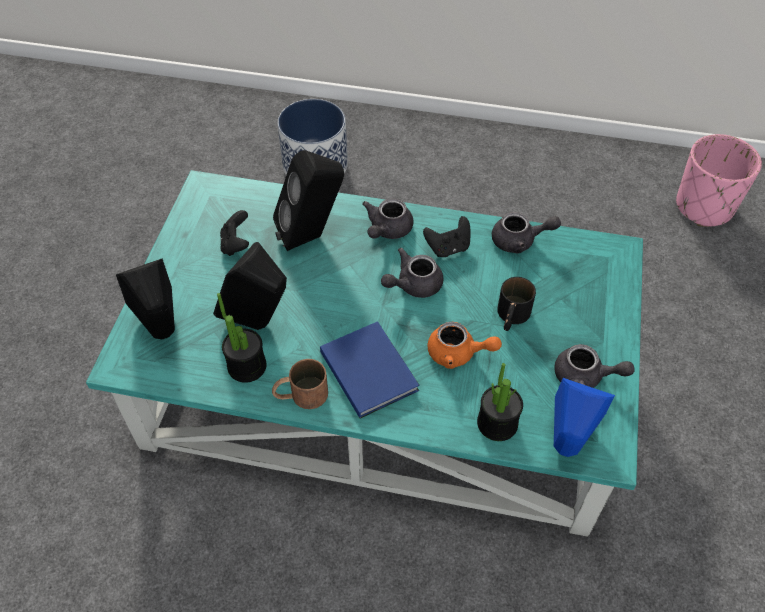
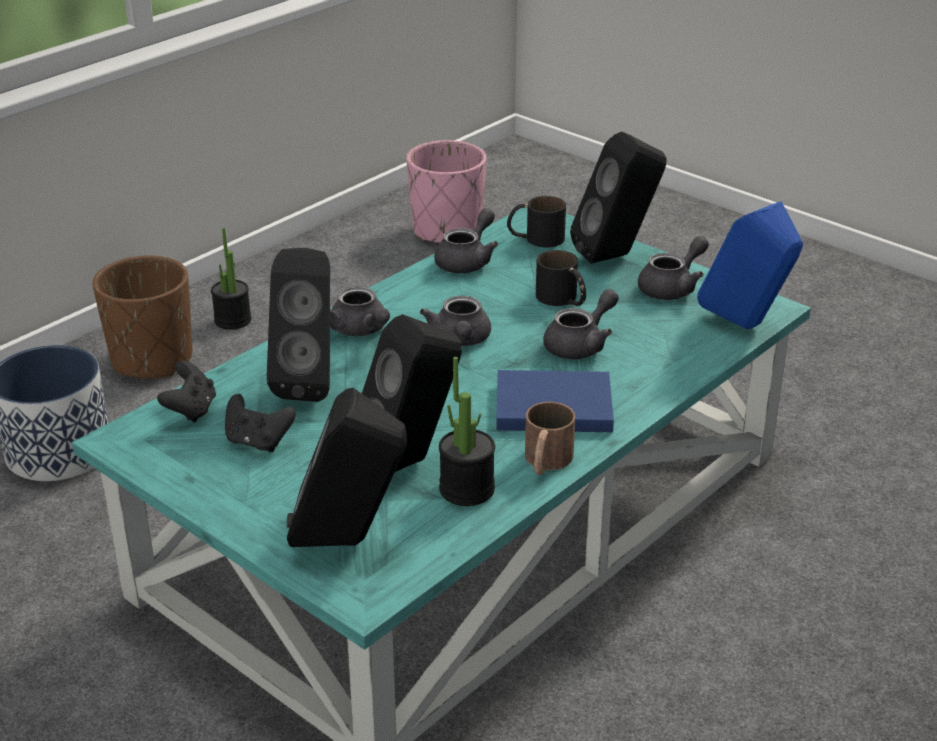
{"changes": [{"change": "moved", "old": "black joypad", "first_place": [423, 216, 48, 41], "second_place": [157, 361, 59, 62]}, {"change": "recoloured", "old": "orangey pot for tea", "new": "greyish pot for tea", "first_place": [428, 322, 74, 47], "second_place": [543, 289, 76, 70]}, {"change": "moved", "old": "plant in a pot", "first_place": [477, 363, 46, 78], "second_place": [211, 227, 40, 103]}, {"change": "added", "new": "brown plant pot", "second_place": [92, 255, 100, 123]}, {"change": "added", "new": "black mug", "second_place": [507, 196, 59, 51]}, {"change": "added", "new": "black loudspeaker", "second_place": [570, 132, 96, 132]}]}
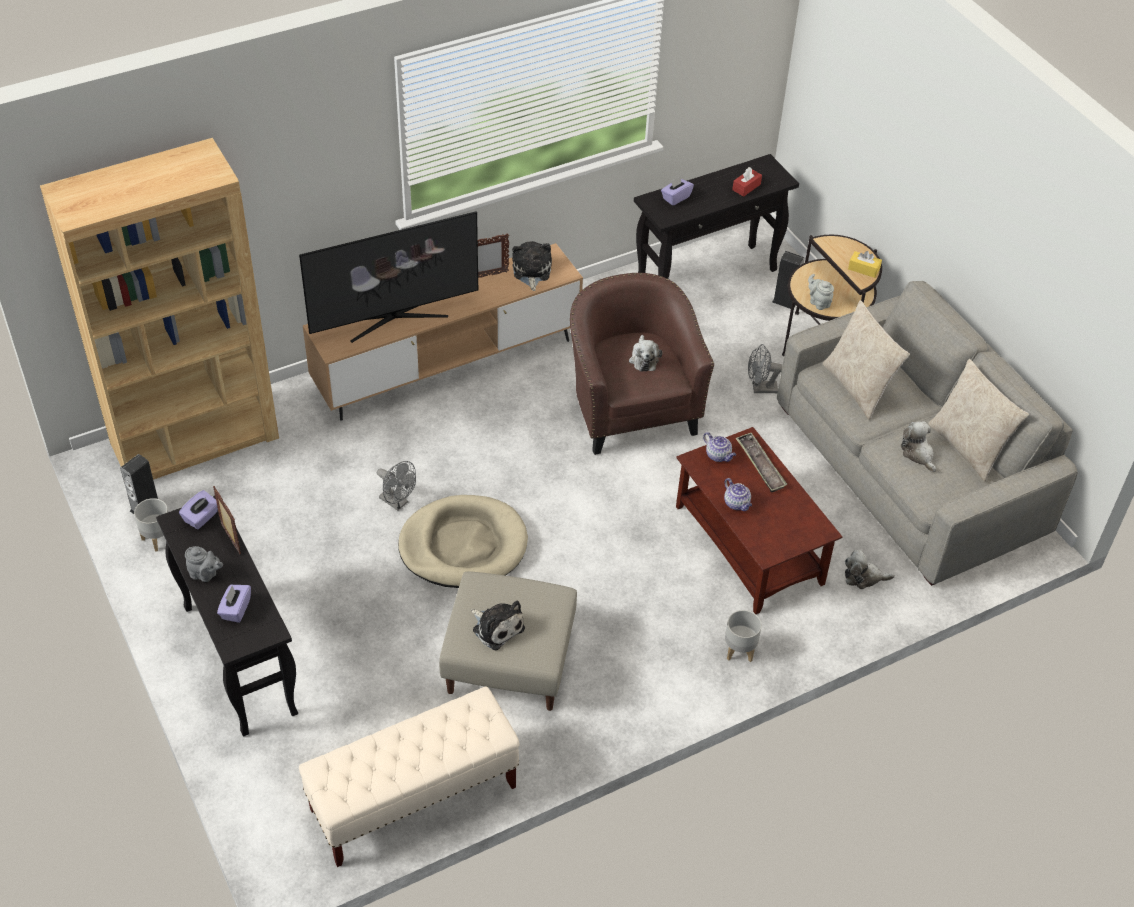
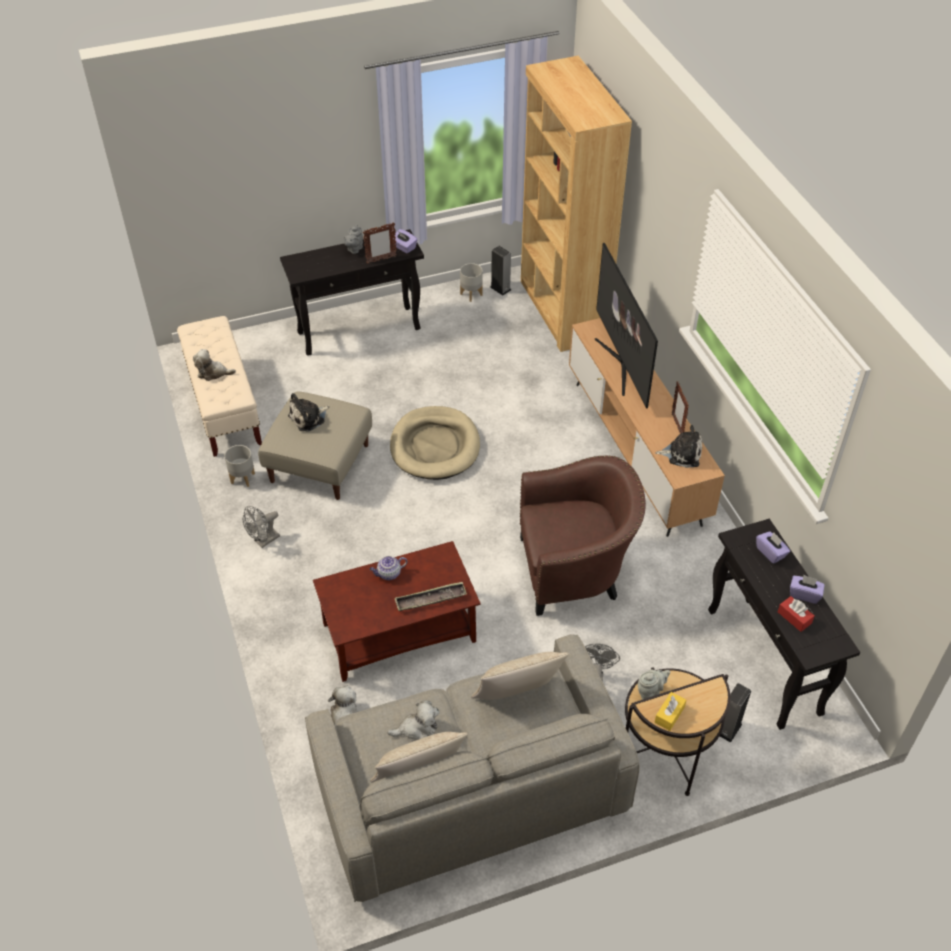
{"changes": [{"change": "moved", "old": "purplish box of tissues", "first_place": [217, 585, 34, 38], "second_place": [790, 575, 35, 29]}, {"change": "moved", "old": "greyish electric fan", "first_place": [377, 461, 39, 50], "second_place": [243, 506, 37, 42]}, {"change": "moved", "old": "soft toy", "first_place": [629, 335, 33, 37], "second_place": [193, 349, 43, 32]}, {"change": "removed", "old": "pot for tea", "first_place": [703, 432, 33, 30]}, {"change": "moved", "old": "greyish plant pot", "first_place": [725, 610, 37, 52], "second_place": [225, 445, 30, 42]}]}
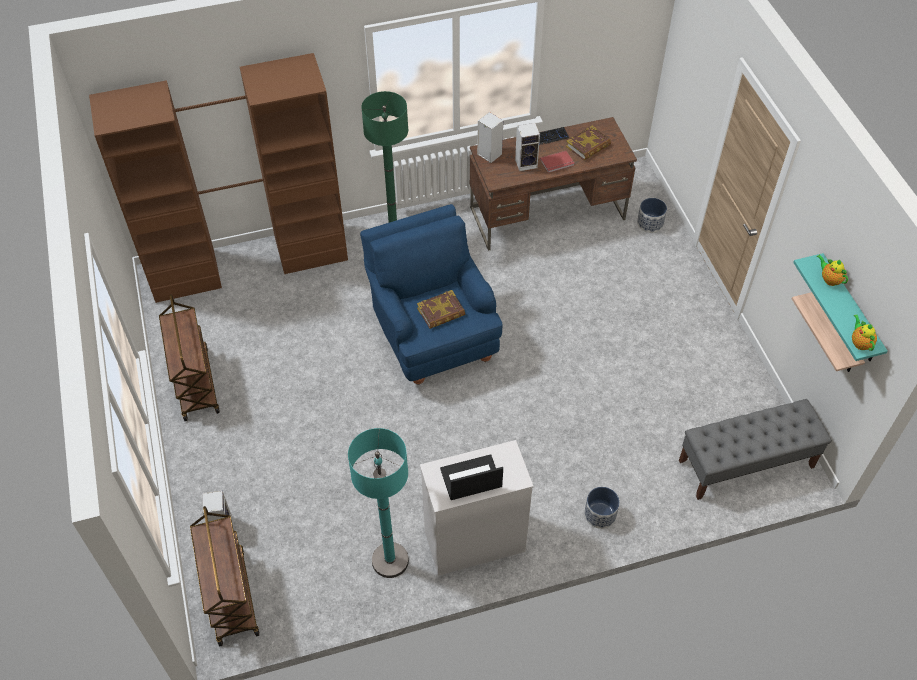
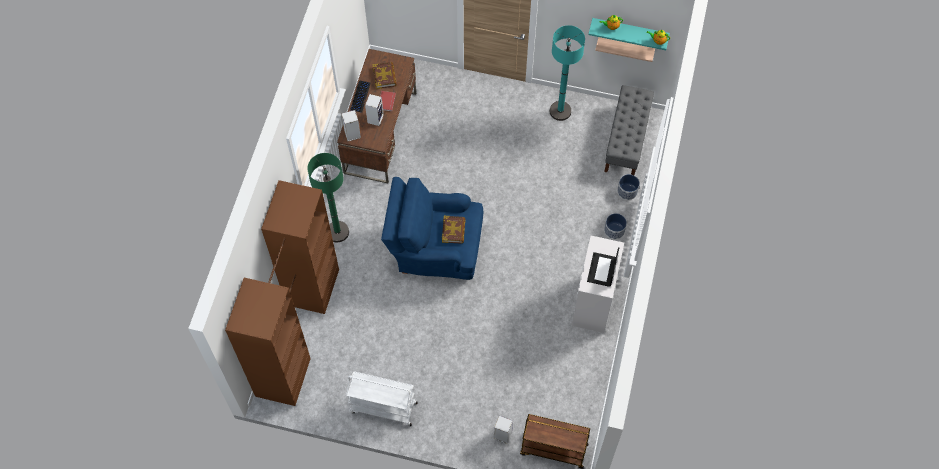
{"changes": [{"change": "recoloured", "old": "brown trolley", "new": "white trolley", "first_place": [159, 294, 61, 127], "second_place": [346, 371, 72, 55]}, {"change": "moved", "old": "turquoise floor lamp", "first_place": [348, 428, 61, 150], "second_place": [550, 25, 35, 96]}, {"change": "moved", "old": "plant pot", "first_place": [637, 198, 30, 35], "second_place": [617, 174, 23, 26]}]}
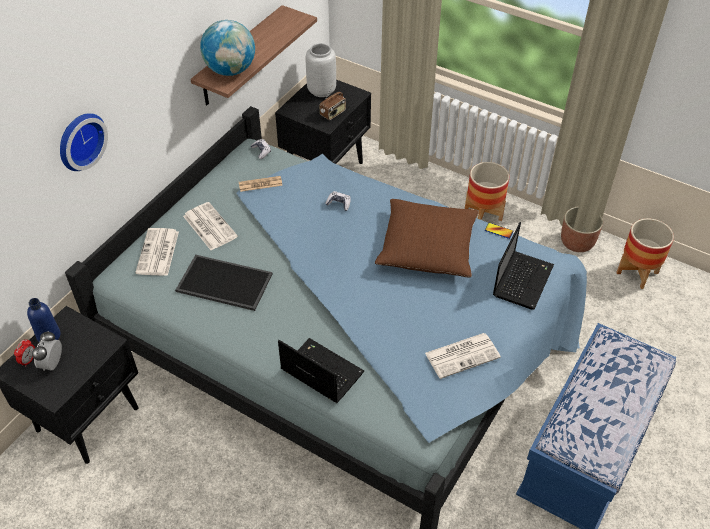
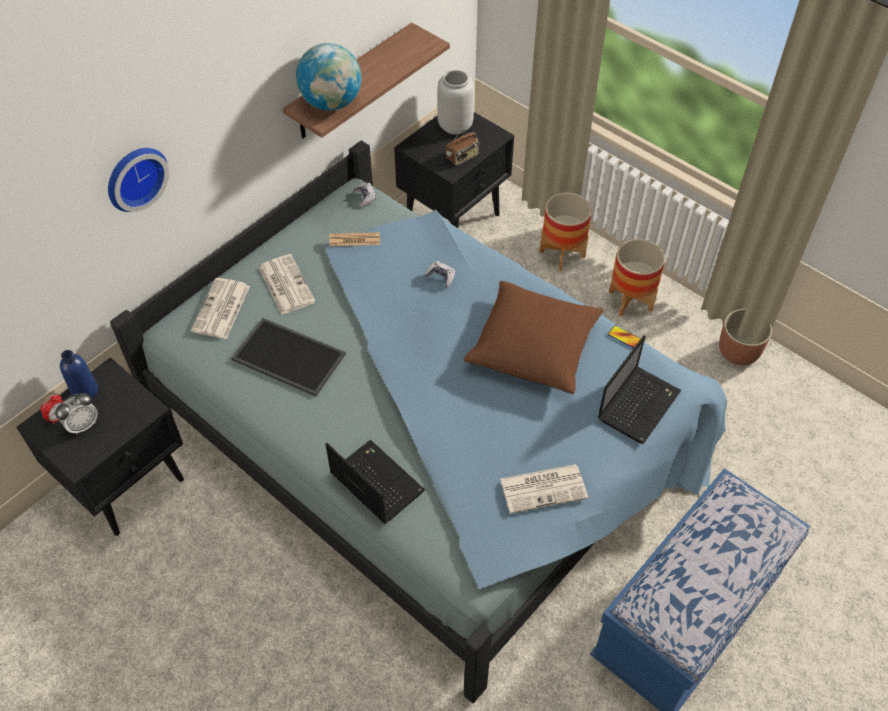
{"changes": [{"change": "turned", "old": "bedside clock", "first_place": [32, 331, 30, 40], "second_place": [55, 393, 43, 42], "degrees": -150}, {"change": "moved", "old": "plant pot", "first_place": [617, 218, 57, 71], "second_place": [540, 192, 52, 79]}]}
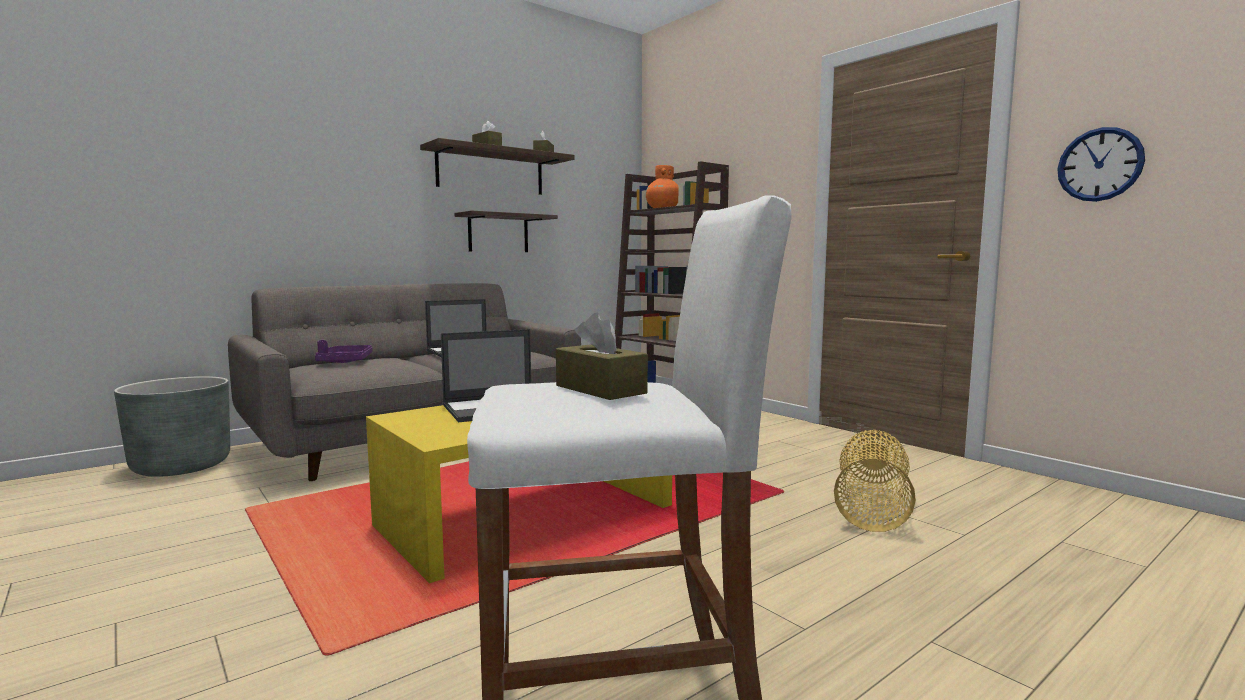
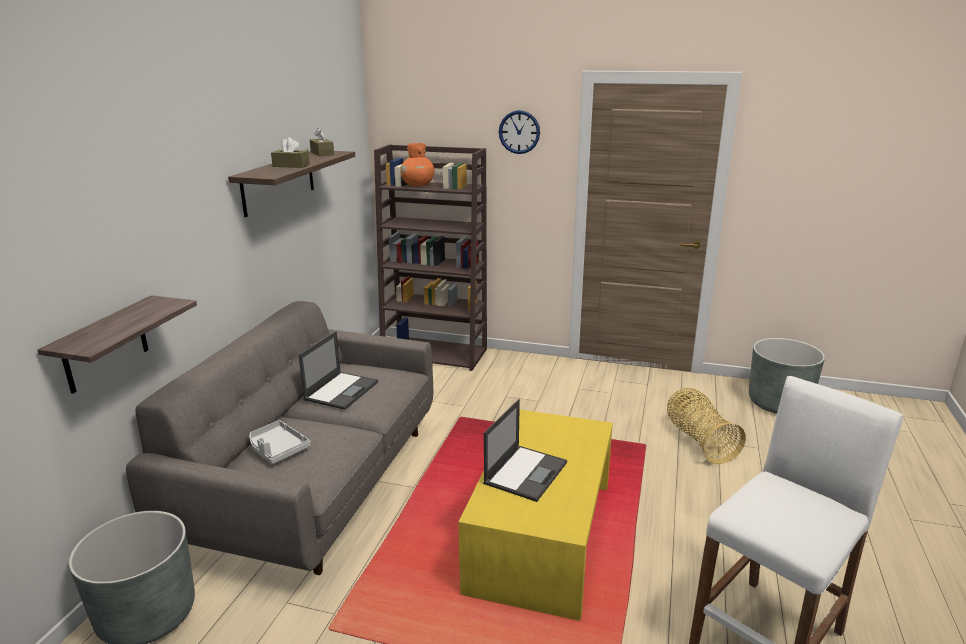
{"changes": [{"change": "recoloured", "old": "purplish carrying tray", "new": "greyish carrying tray", "first_place": [315, 340, 58, 23], "second_place": [249, 420, 61, 44]}, {"change": "moved", "old": "wall shelf", "first_place": [454, 211, 104, 41], "second_place": [38, 295, 159, 99]}, {"change": "removed", "old": "brown box of tissues", "first_place": [556, 313, 92, 87]}, {"change": "moved", "old": "wall clock", "first_place": [1057, 127, 88, 75], "second_place": [499, 110, 41, 44]}, {"change": "added", "new": "greyish plant pot", "second_place": [749, 338, 76, 76]}]}
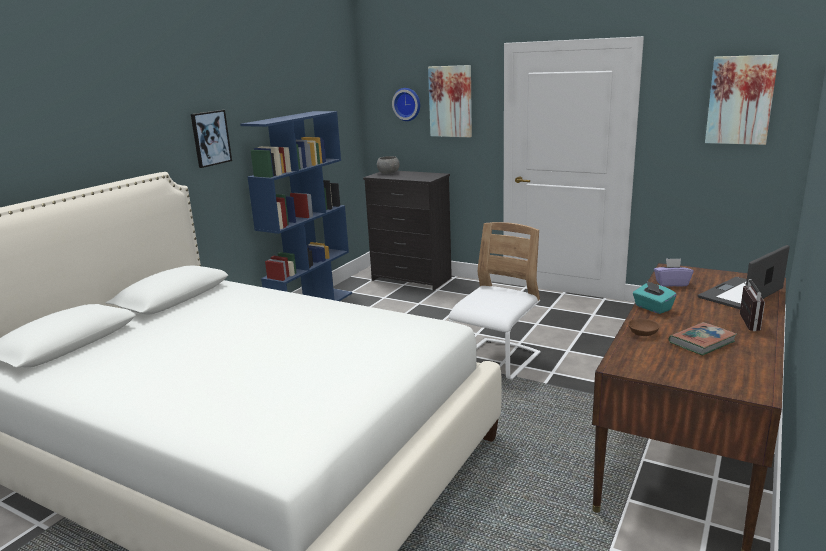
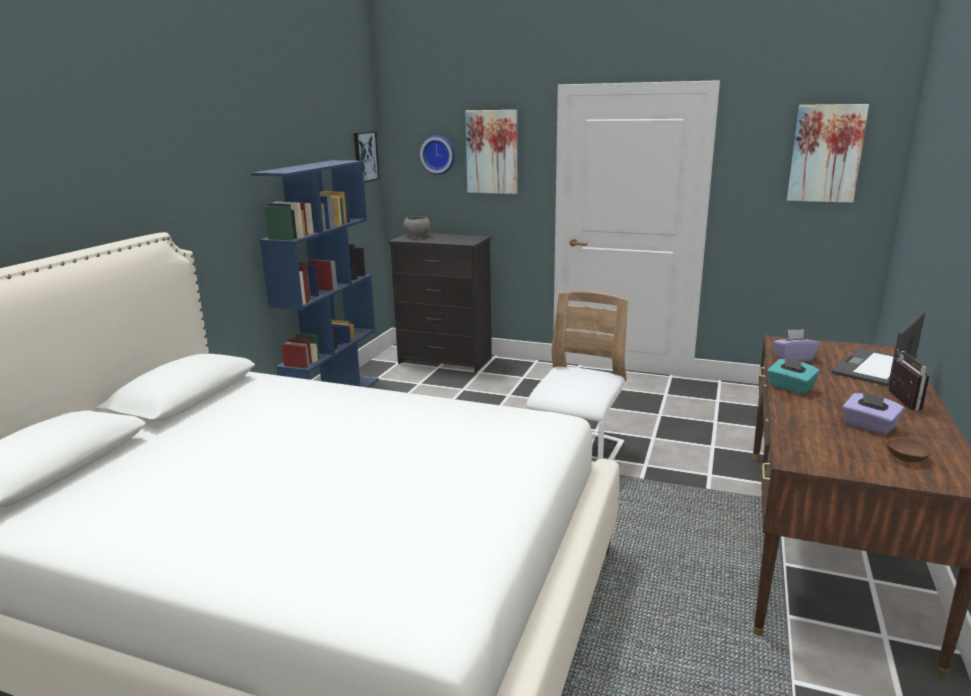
{"changes": [{"change": "moved", "old": "picture", "first_place": [191, 110, 41, 58], "second_place": [354, 131, 25, 52]}, {"change": "moved", "old": "brown bowl", "first_place": [628, 318, 32, 18], "second_place": [886, 437, 46, 25]}, {"change": "replaced", "old": "volume", "new": "purplish box of tissues", "first_place": [669, 322, 68, 33], "second_place": [843, 391, 61, 44]}]}
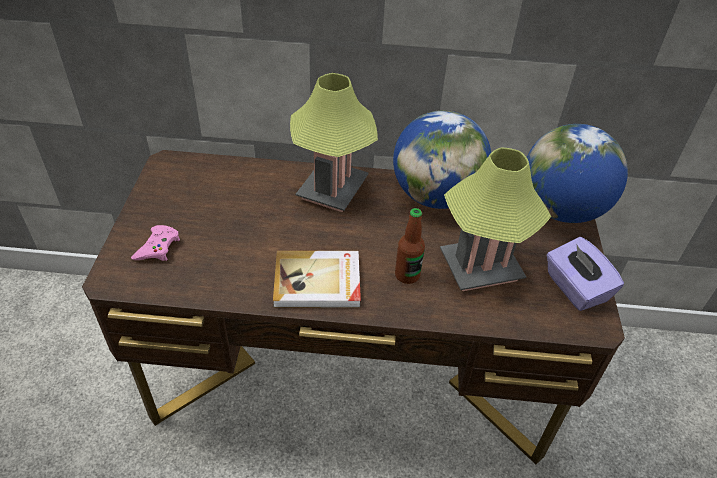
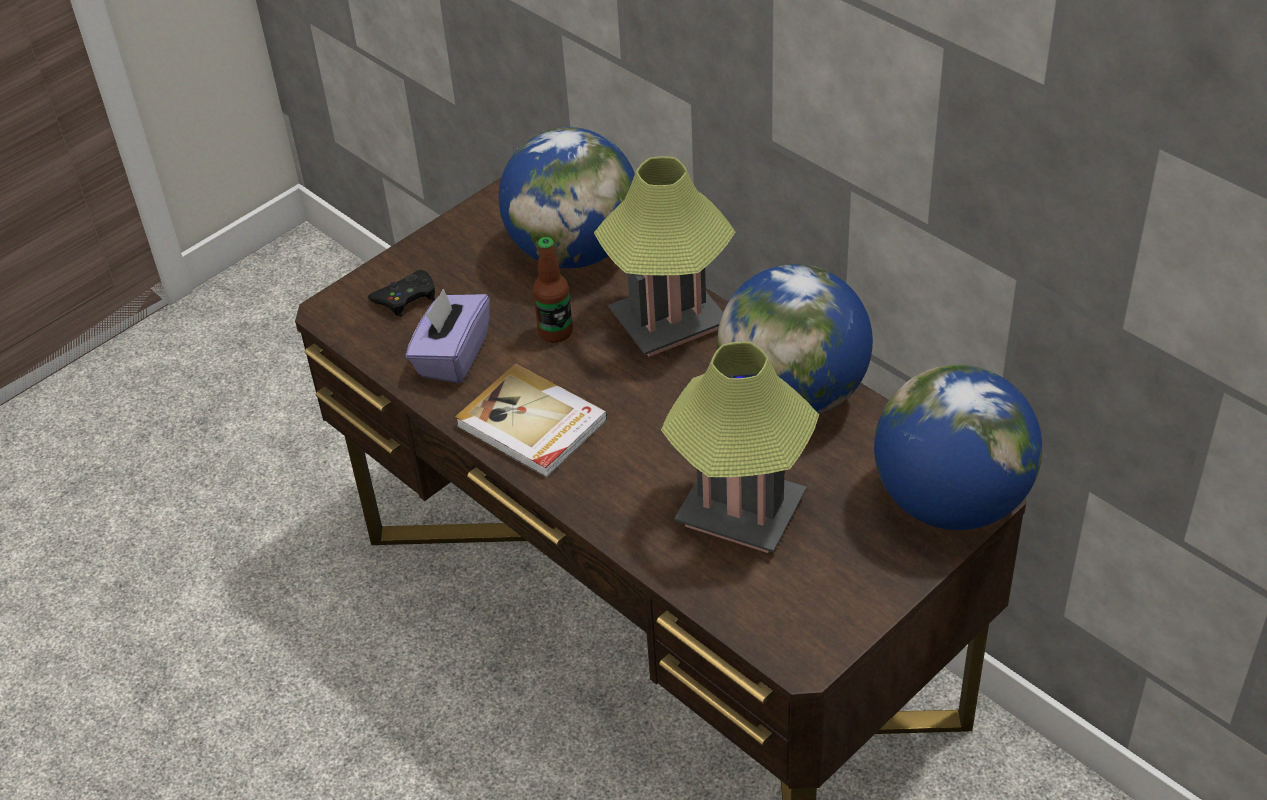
{"changes": [{"change": "recoloured", "old": "pink joypad", "new": "black joypad", "first_place": [131, 225, 49, 36], "second_place": [368, 270, 67, 47]}, {"change": "moved", "old": "beverage bottle", "first_place": [395, 208, 30, 76], "second_place": [533, 237, 40, 106]}, {"change": "moved", "old": "purplish box of tissues", "first_place": [547, 237, 77, 74], "second_place": [406, 288, 84, 96]}, {"change": "added", "new": "world globe", "second_place": [499, 127, 136, 141]}]}
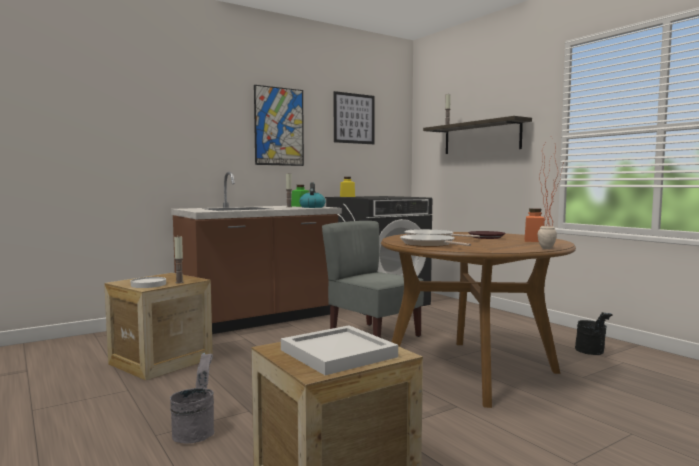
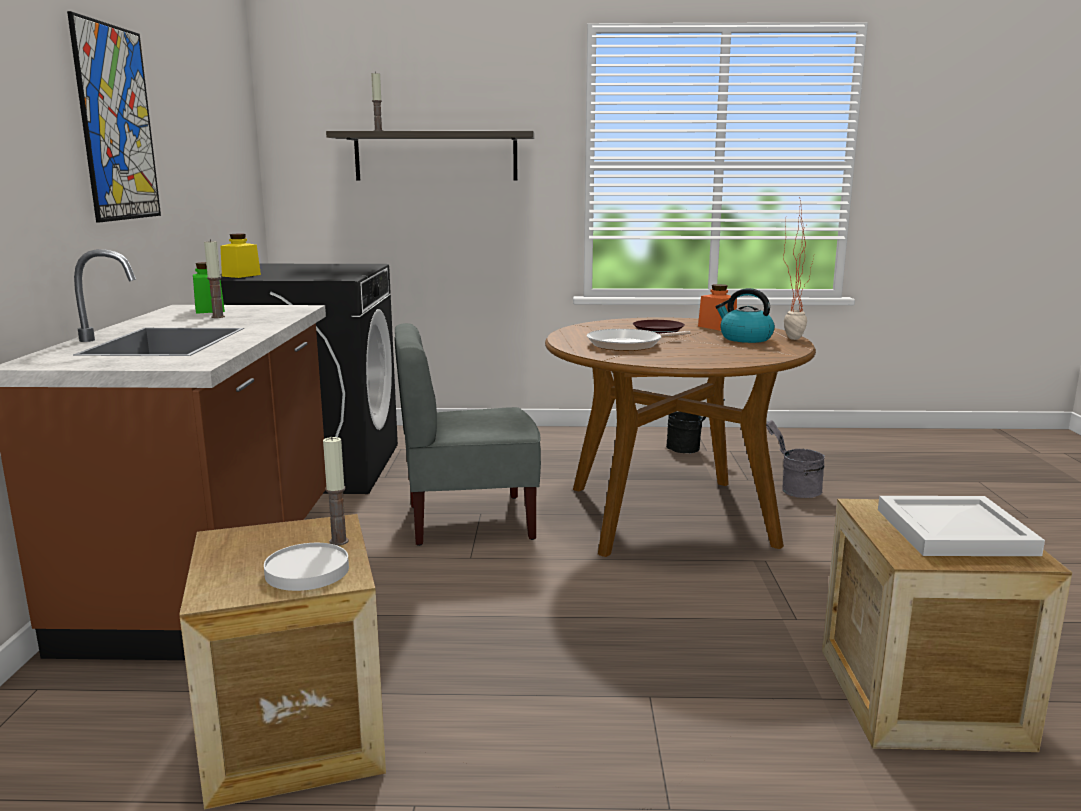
{"changes": [{"change": "moved", "old": "greyish pail", "first_place": [170, 353, 44, 91], "second_place": [766, 420, 59, 78]}, {"change": "moved", "old": "kettle", "first_place": [299, 182, 27, 26], "second_place": [716, 288, 59, 55]}, {"change": "removed", "old": "picture", "first_place": [334, 91, 41, 53]}, {"change": "removed", "old": "pan", "first_place": [400, 234, 71, 13]}]}
